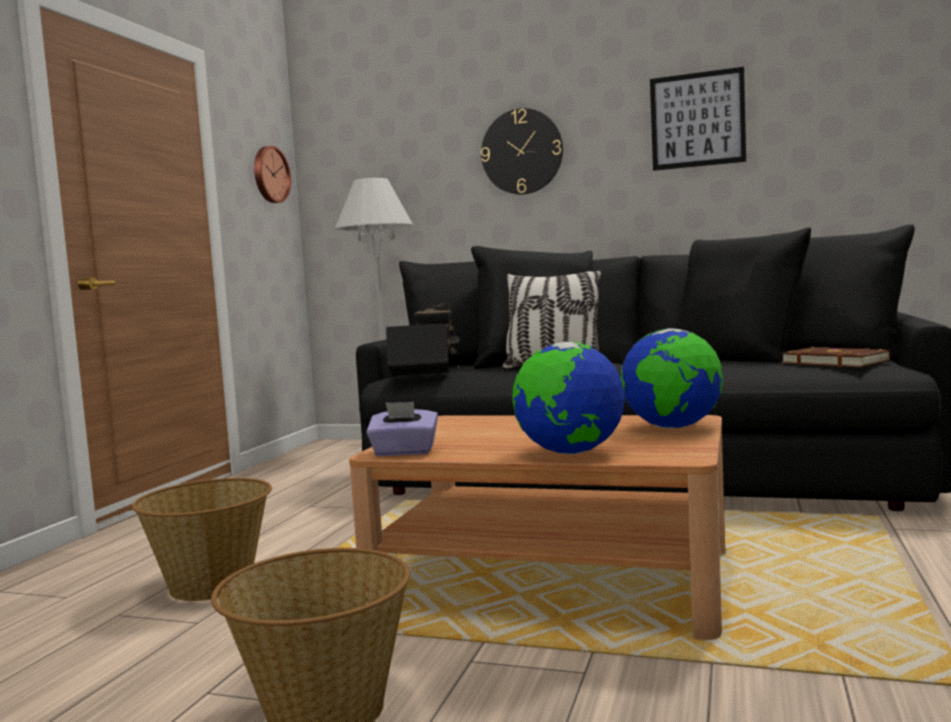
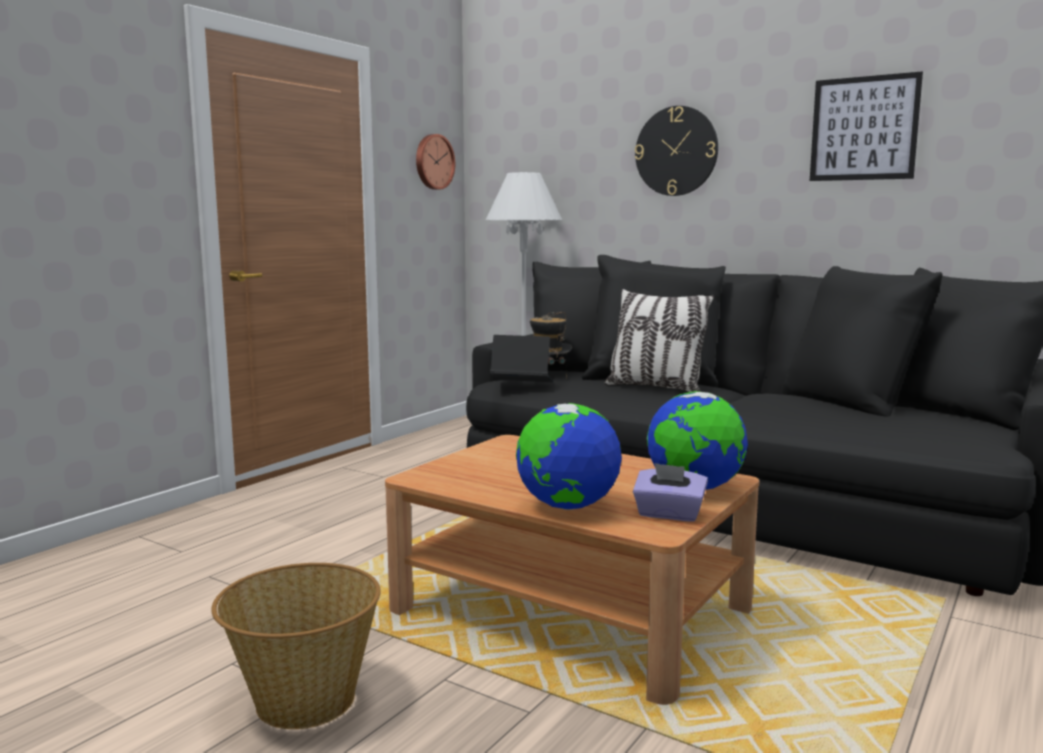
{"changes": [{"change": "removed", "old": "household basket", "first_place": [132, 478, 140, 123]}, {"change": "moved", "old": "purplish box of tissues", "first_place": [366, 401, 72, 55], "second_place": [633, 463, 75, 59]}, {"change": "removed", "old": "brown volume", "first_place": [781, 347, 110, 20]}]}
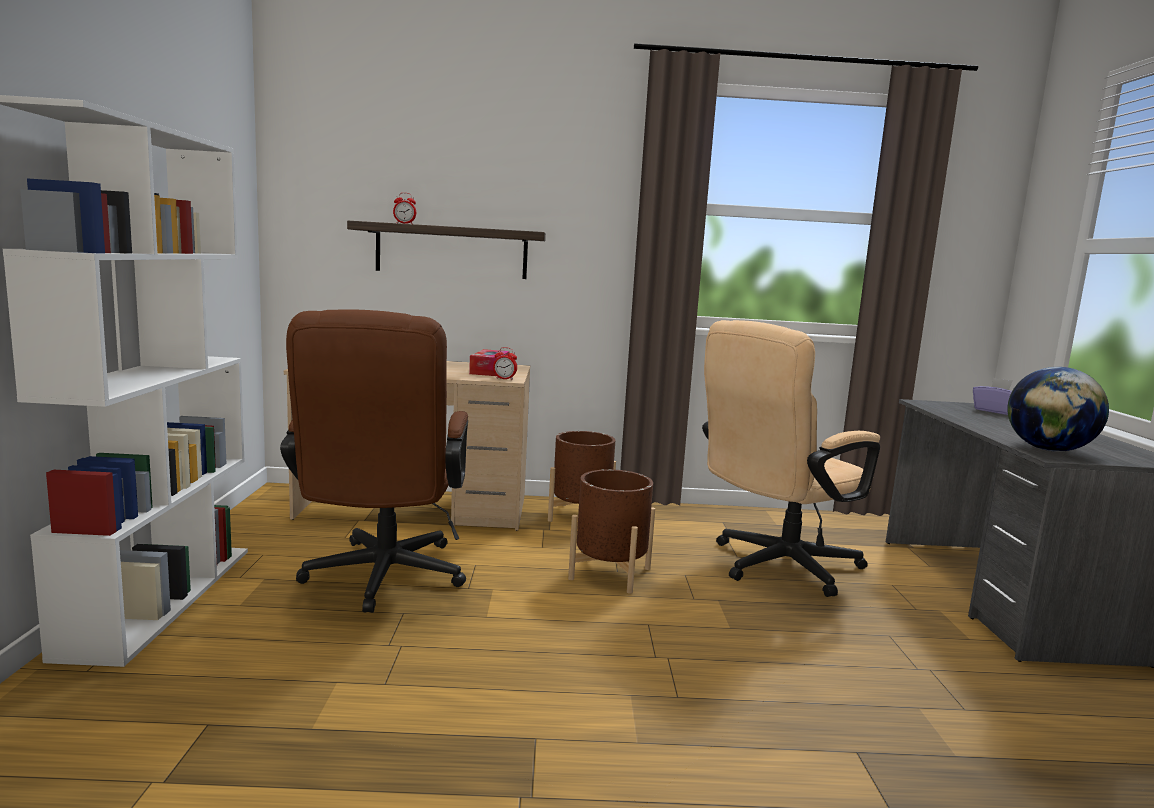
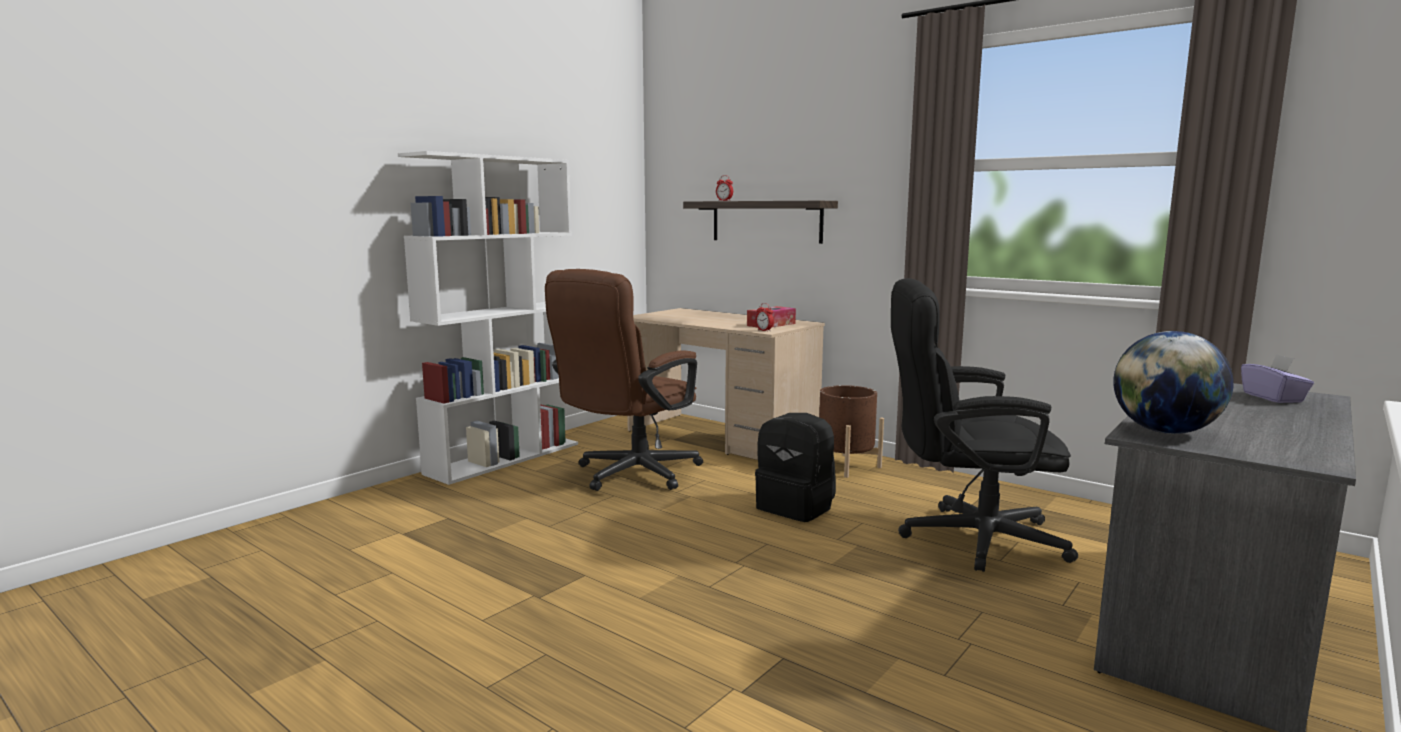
{"changes": [{"change": "replaced", "old": "brown plant pot", "new": "black backpack", "first_place": [568, 469, 87, 125], "second_place": [755, 413, 81, 109]}, {"change": "recoloured", "old": "beige-coloured office chair", "new": "black office chair", "first_place": [702, 320, 178, 277], "second_place": [891, 278, 187, 294]}]}
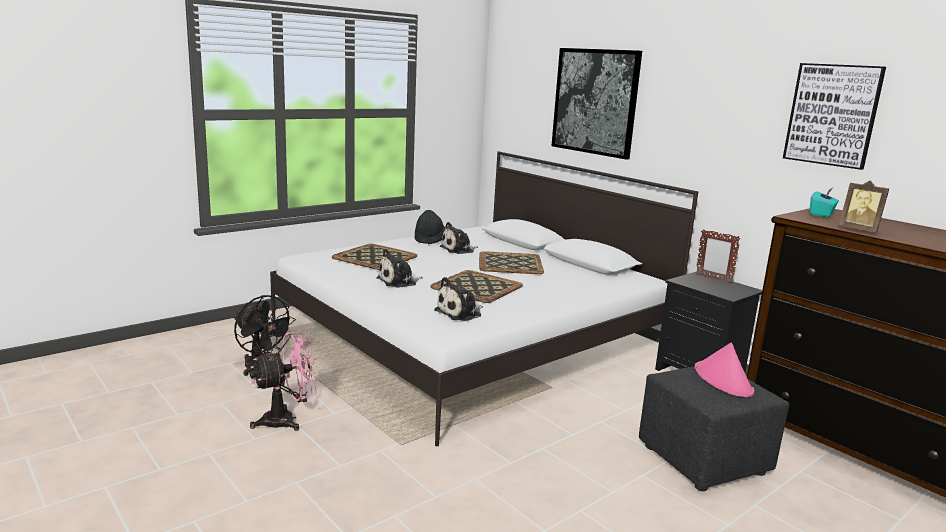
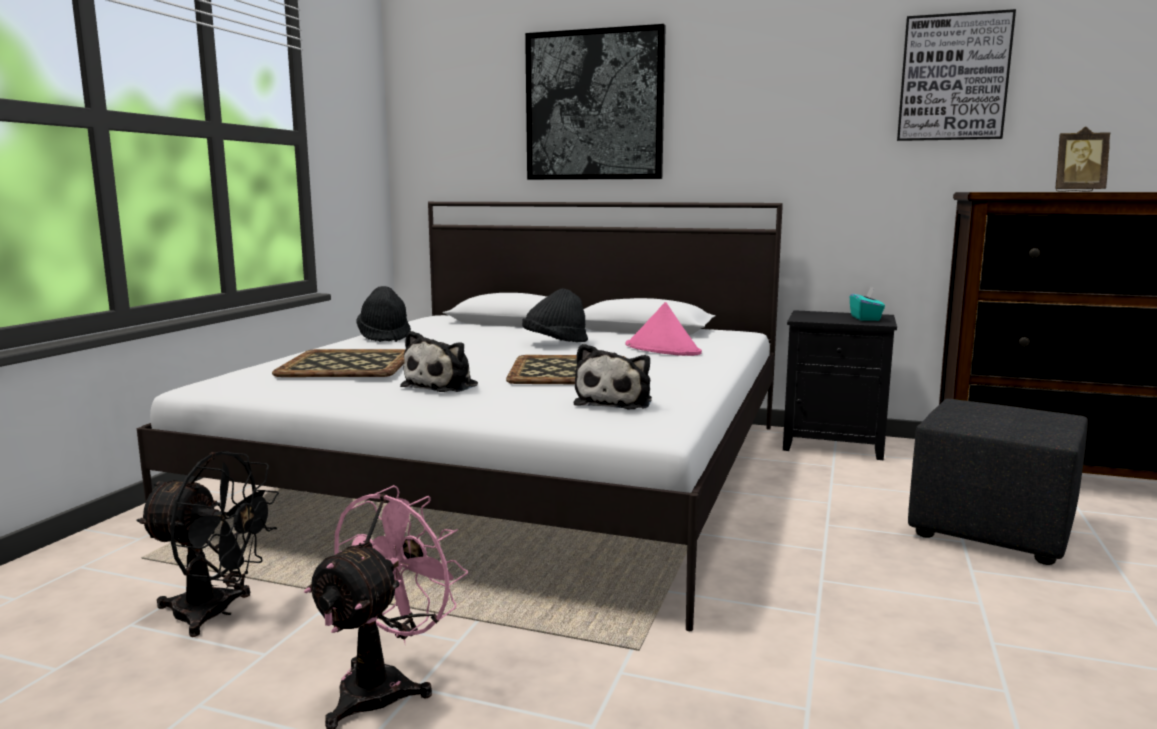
{"changes": [{"change": "removed", "old": "soft toy", "first_place": [439, 222, 39, 32]}, {"change": "replaced", "old": "carrying tray", "new": "black wearable hat", "first_place": [479, 251, 65, 23], "second_place": [522, 288, 66, 54]}, {"change": "moved", "old": "pink wearable hat", "first_place": [695, 342, 59, 55], "second_place": [625, 302, 77, 54]}, {"change": "removed", "old": "standing frame", "first_place": [696, 229, 45, 54]}, {"change": "moved", "old": "turquoise box of tissues", "first_place": [810, 188, 29, 29], "second_place": [850, 287, 35, 34]}]}
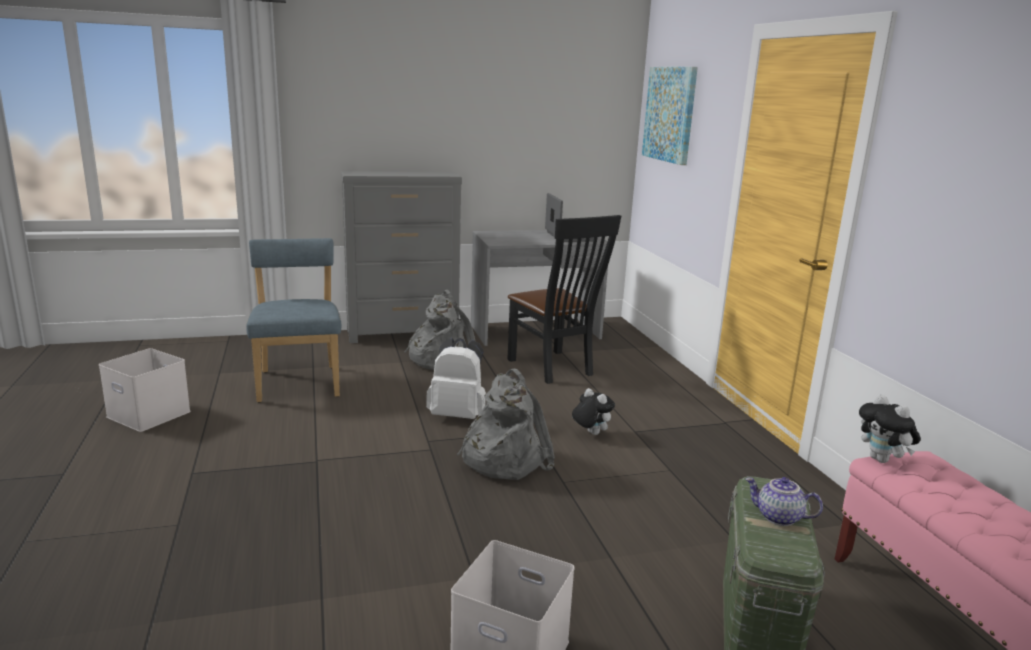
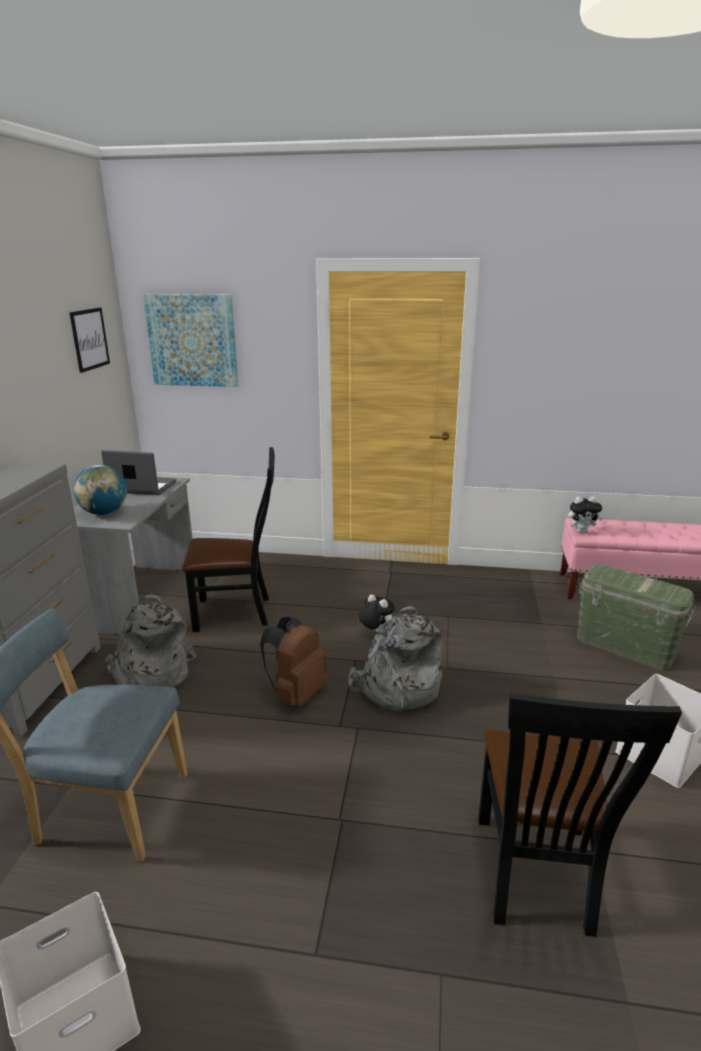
{"changes": [{"change": "recoloured", "old": "white backpack", "new": "brown backpack", "first_place": [426, 338, 60, 81], "second_place": [260, 616, 68, 91]}, {"change": "turned", "old": "soft toy", "first_place": [572, 388, 43, 47], "second_place": [359, 594, 36, 39], "degrees": 60}, {"change": "removed", "old": "pot for tea", "first_place": [745, 477, 78, 49]}, {"change": "added", "new": "picture", "second_place": [70, 308, 40, 65]}, {"change": "added", "new": "world globe", "second_place": [73, 465, 54, 50]}, {"change": "added", "new": "black plain chair", "second_place": [479, 693, 203, 244]}]}
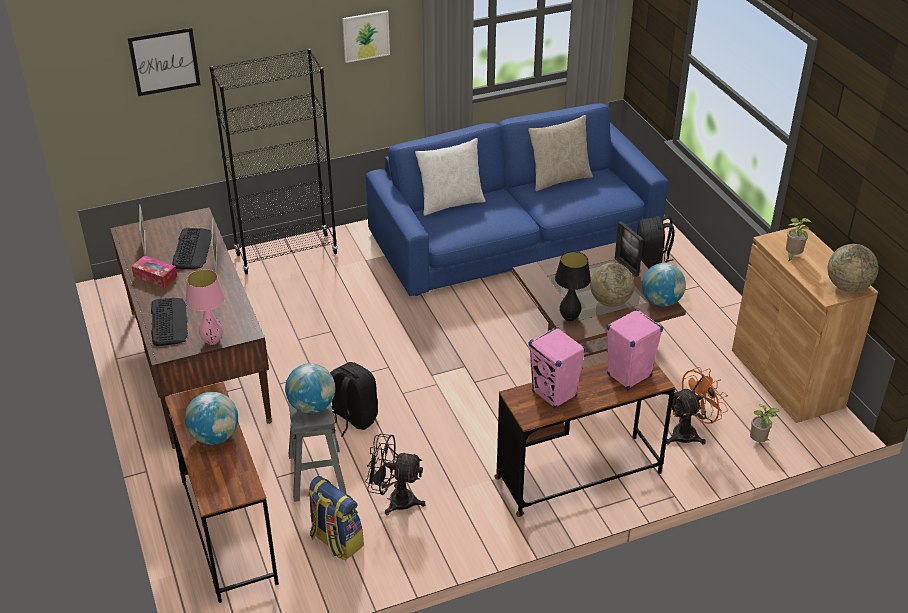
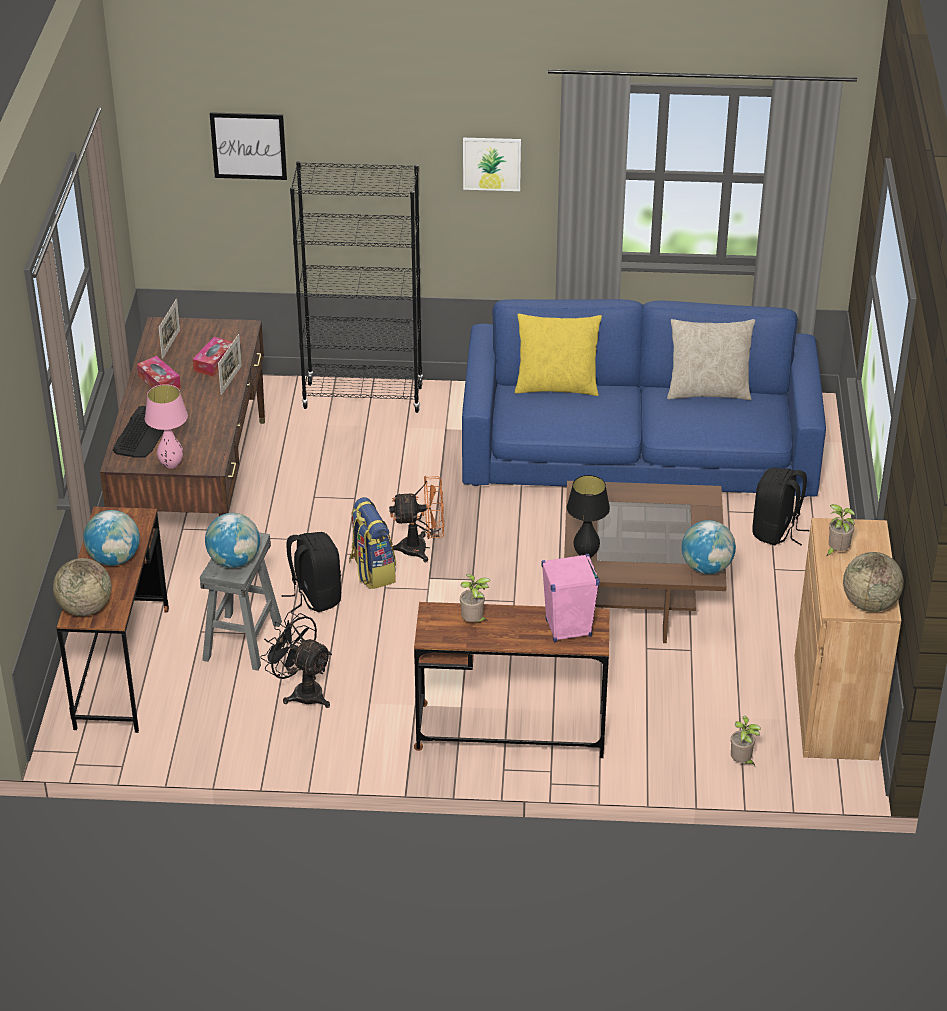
{"changes": [{"change": "replaced", "old": "keyboard", "new": "box of tissues", "first_place": [172, 228, 40, 41], "second_place": [193, 337, 40, 40]}, {"change": "moved", "old": "backpack", "first_place": [308, 476, 56, 84], "second_place": [349, 497, 47, 92]}, {"change": "recoloured", "old": "white pillow", "new": "yellowish pillow", "first_place": [415, 138, 71, 78], "second_place": [515, 314, 87, 82]}, {"change": "replaced", "old": "pink loudspeaker", "new": "plant in a pot", "first_place": [529, 327, 57, 82], "second_place": [460, 574, 30, 48]}, {"change": "moved", "old": "world globe", "first_place": [590, 263, 44, 44], "second_place": [53, 558, 59, 58]}, {"change": "removed", "old": "standing frame", "first_place": [615, 221, 28, 56]}, {"change": "moved", "old": "orangey electric fan", "first_place": [666, 367, 62, 78], "second_place": [389, 476, 55, 86]}]}
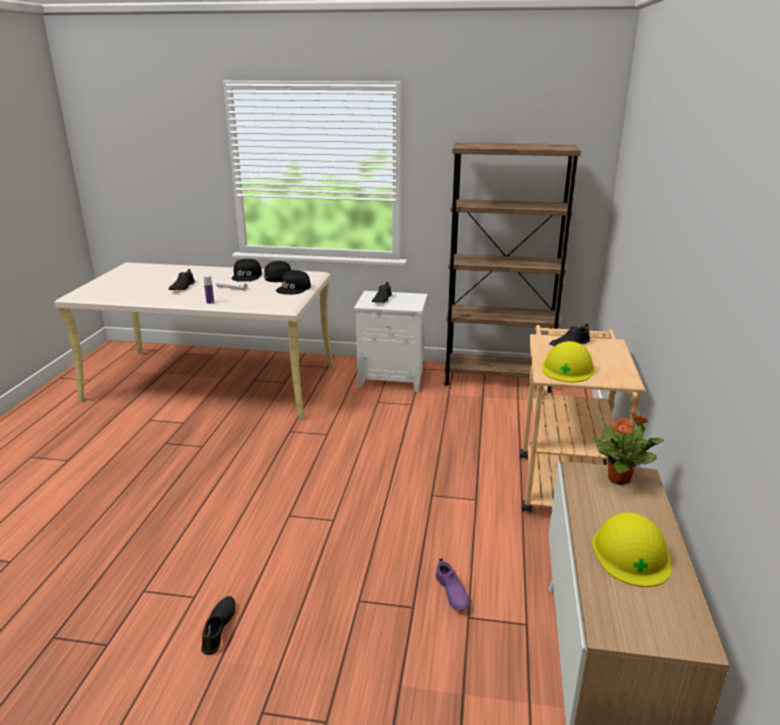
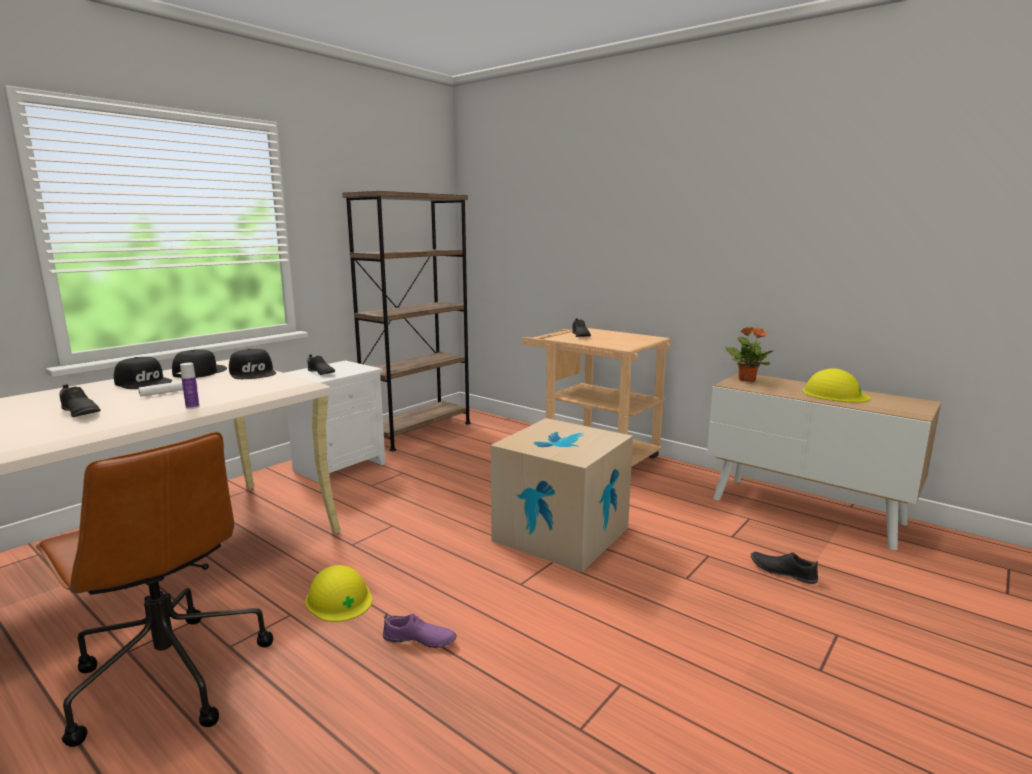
{"changes": [{"change": "moved", "old": "black shoe", "first_place": [201, 596, 35, 59], "second_place": [751, 552, 67, 32]}, {"change": "moved", "old": "purplish shoe", "first_place": [436, 558, 34, 53], "second_place": [383, 614, 73, 34]}, {"change": "moved", "old": "yellowish hard hat", "first_place": [542, 341, 53, 41], "second_place": [305, 565, 67, 57]}, {"change": "added", "new": "brown office chair", "second_place": [36, 432, 237, 315]}, {"change": "added", "new": "carton", "second_place": [491, 418, 142, 154]}]}
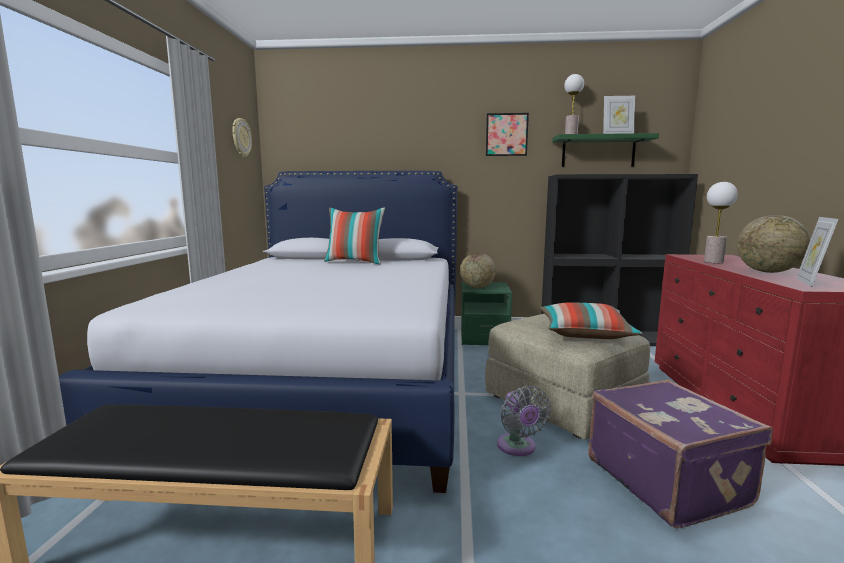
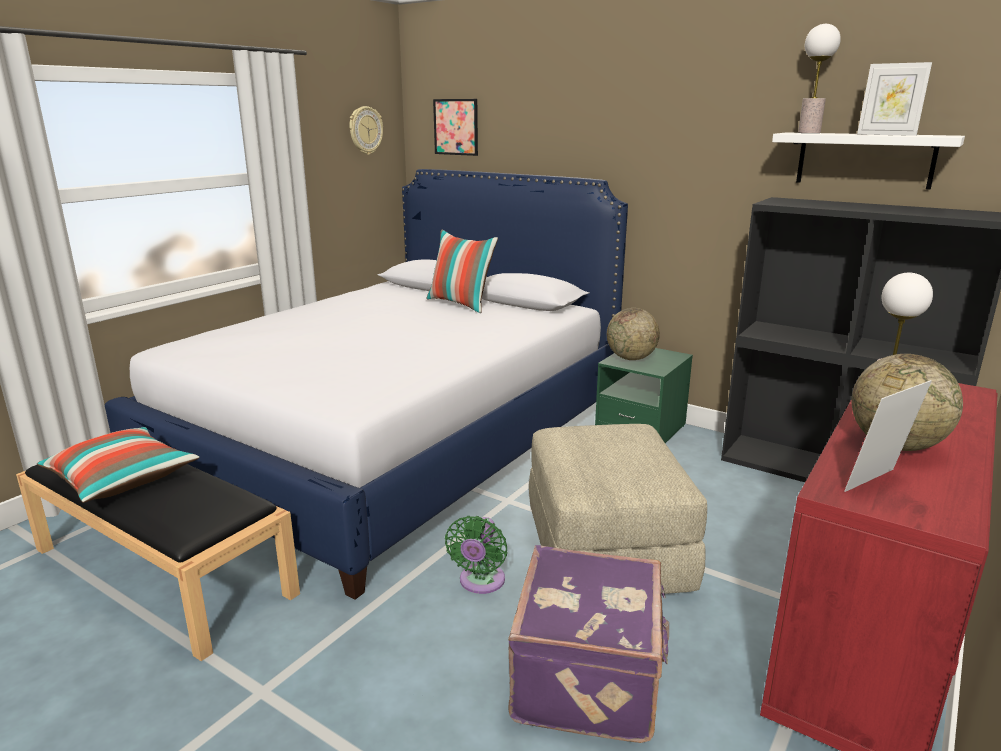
{"changes": [{"change": "moved", "old": "picture", "first_place": [486, 113, 43, 43], "second_place": [433, 99, 45, 57]}, {"change": "recoloured", "old": "greyish electric fan", "new": "green electric fan", "first_place": [497, 386, 54, 70], "second_place": [445, 516, 62, 78]}, {"change": "moved", "old": "pillow", "first_place": [540, 302, 102, 37], "second_place": [37, 427, 163, 76]}, {"change": "recoloured", "old": "green wall shelf", "new": "white wall shelf", "first_place": [552, 133, 107, 34], "second_place": [772, 132, 193, 58]}]}
